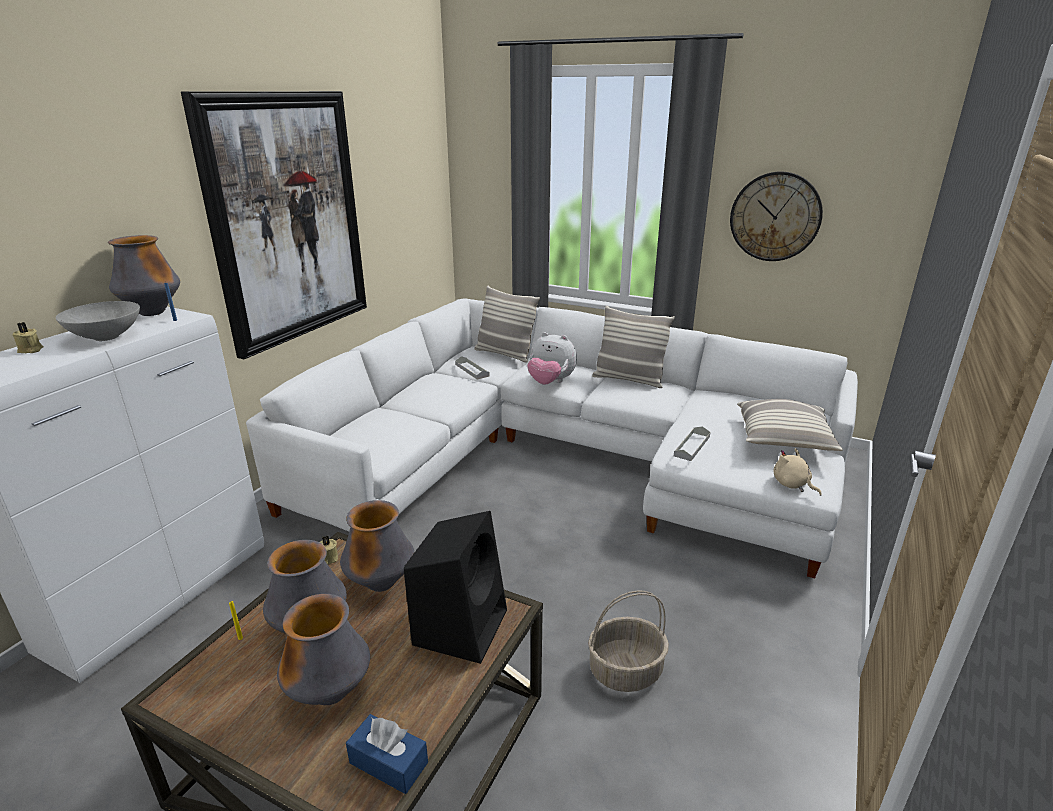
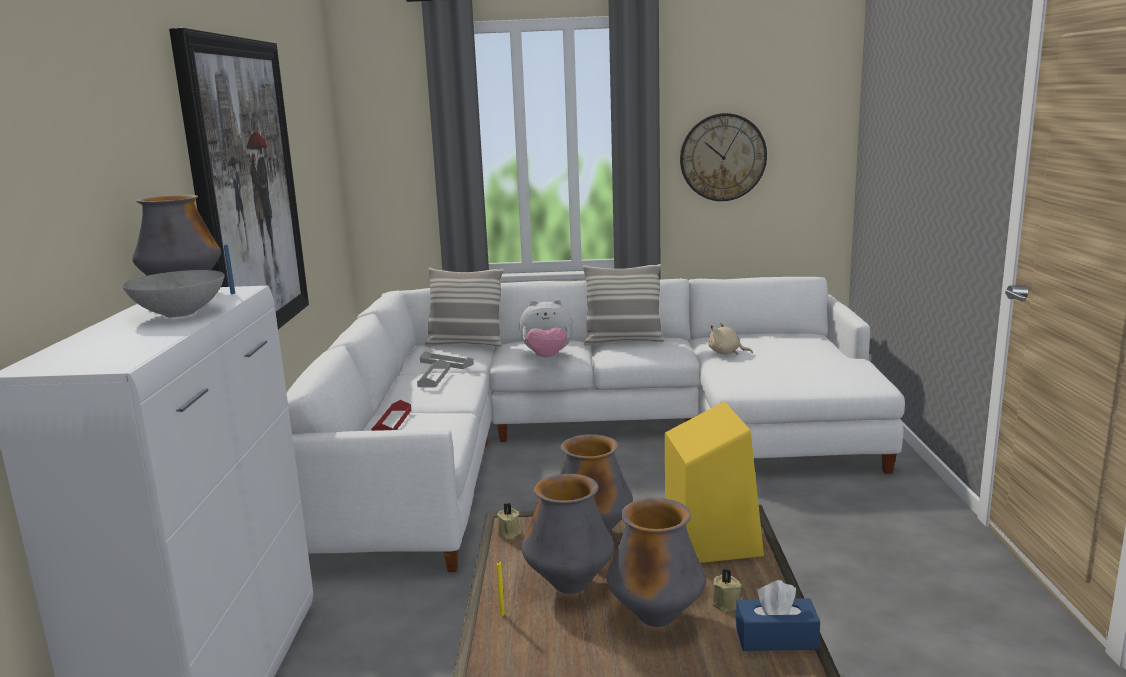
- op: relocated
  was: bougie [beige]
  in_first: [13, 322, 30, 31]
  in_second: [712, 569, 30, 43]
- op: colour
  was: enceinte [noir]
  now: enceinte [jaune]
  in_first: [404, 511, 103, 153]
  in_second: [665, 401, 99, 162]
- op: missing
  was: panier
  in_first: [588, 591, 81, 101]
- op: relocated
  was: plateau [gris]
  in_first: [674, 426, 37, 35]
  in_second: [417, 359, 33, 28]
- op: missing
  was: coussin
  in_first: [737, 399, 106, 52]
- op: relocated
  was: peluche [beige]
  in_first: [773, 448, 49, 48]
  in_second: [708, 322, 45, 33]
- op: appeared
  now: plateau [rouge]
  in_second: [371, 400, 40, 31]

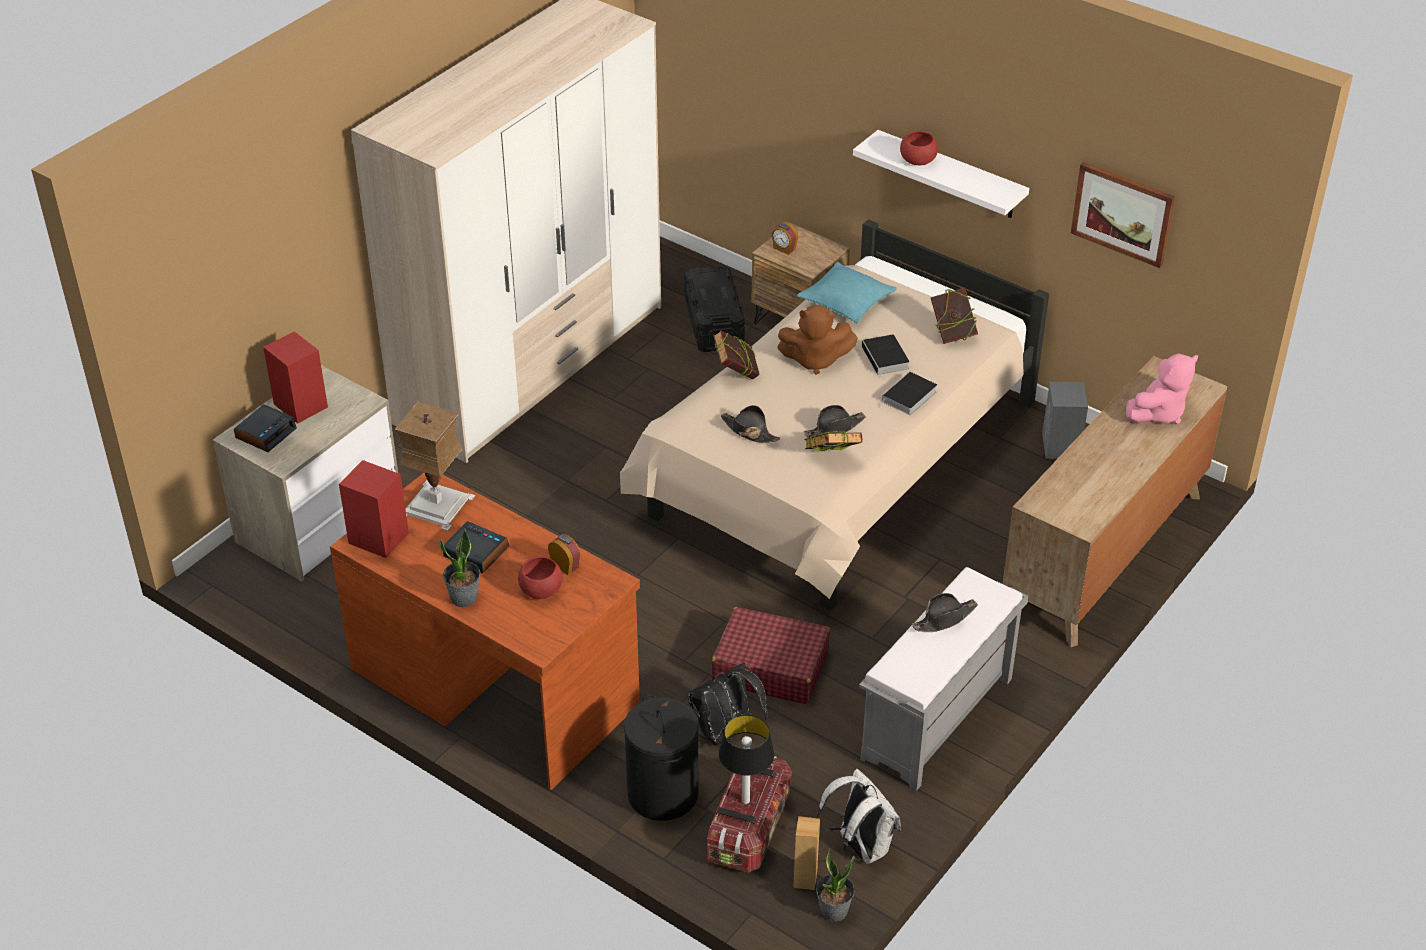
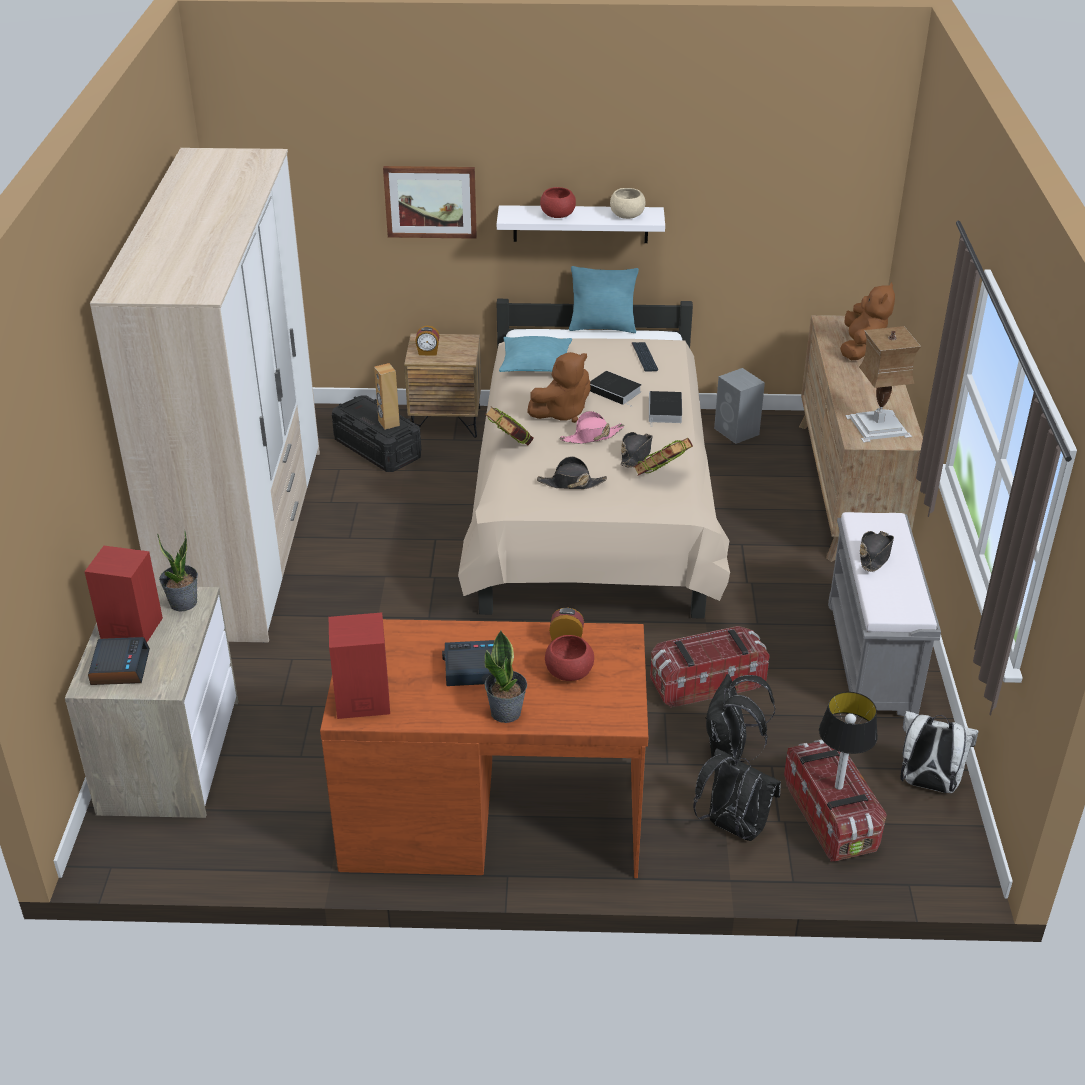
- op: relocated
  was: lampe de table
  in_first: [395, 402, 80, 129]
  in_second: [845, 326, 76, 117]
- op: exchanged
  was: panier à linge [noir]
  now: sac à dos [noir]
  in_first: [624, 695, 75, 126]
  in_second: [693, 748, 88, 93]
- op: exchanged
  was: valise [rouge]
  now: boîte de rangement
  in_first: [712, 607, 118, 97]
  in_second: [650, 626, 120, 82]
- op: relocated
  was: enceinte [marron]
  in_first: [793, 816, 27, 74]
  in_second: [374, 363, 26, 67]
- op: relocated
  was: plante en pot
  in_first: [816, 846, 39, 76]
  in_second: [157, 530, 41, 82]
- op: exchanged
  was: livre
  now: clavier
  in_first: [931, 288, 47, 56]
  in_second: [632, 342, 26, 30]
- op: relocated
  was: tableau
  in_first: [1071, 162, 104, 106]
  in_second: [383, 166, 94, 73]
- op: colour
  was: peluche [rose]
  now: peluche [marron]
  in_first: [1126, 353, 72, 71]
  in_second: [840, 282, 55, 78]
- op: appeared
  now: chapeau [rose]
  in_second: [560, 411, 64, 33]
- op: appeared
  now: coussin [turquoise]
  in_second: [569, 266, 70, 67]
- op: appeared
  now: bol [beige]
  in_second: [610, 188, 36, 31]

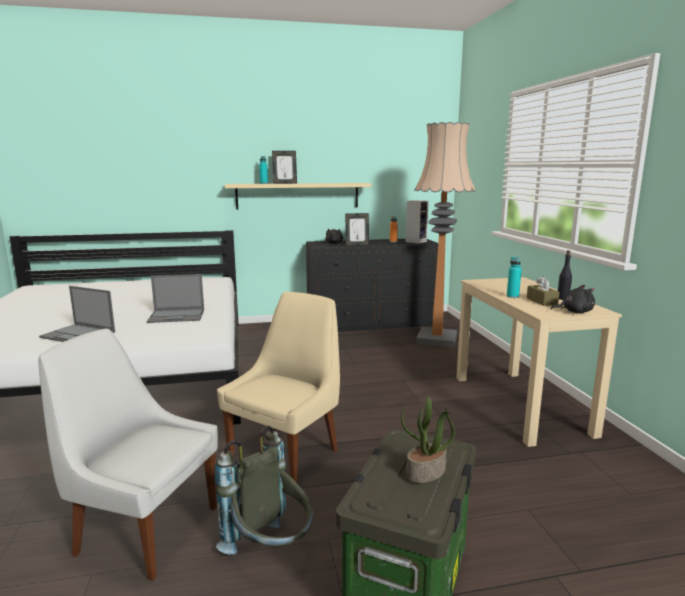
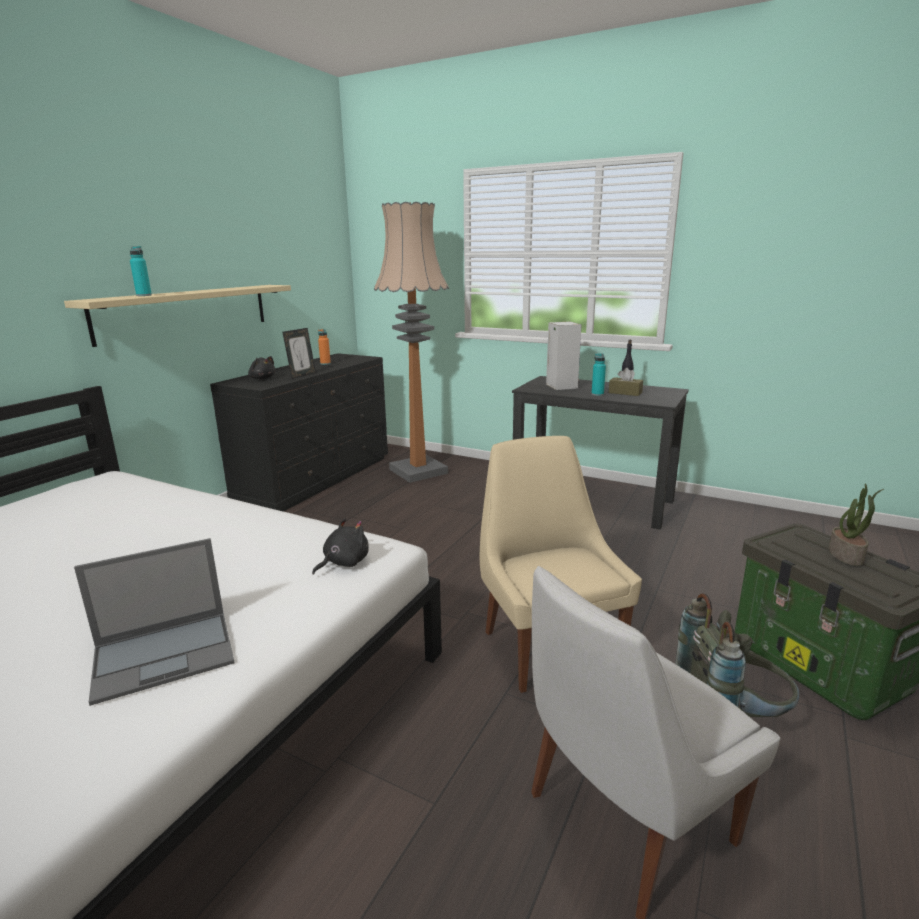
- op: missing
  was: ordinateur portable
  in_first: [147, 274, 57, 49]
- op: missing
  was: cadre photo
  in_first: [272, 151, 25, 33]
- op: relocated
  was: enceinte
  in_first: [406, 200, 23, 43]
  in_second: [546, 322, 36, 68]
- op: colour
  was: bureau [beige]
  now: bureau [noir]
  in_first: [456, 277, 166, 170]
  in_second: [512, 376, 177, 153]
- op: relocated
  was: peluche [noir]
  in_first: [550, 285, 45, 28]
  in_second: [312, 518, 57, 57]

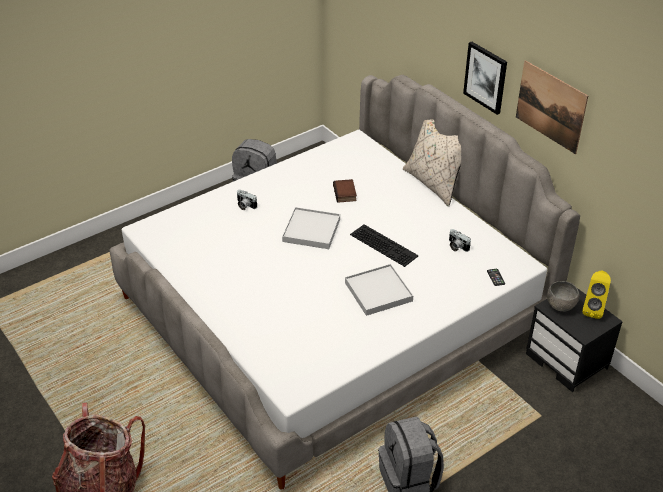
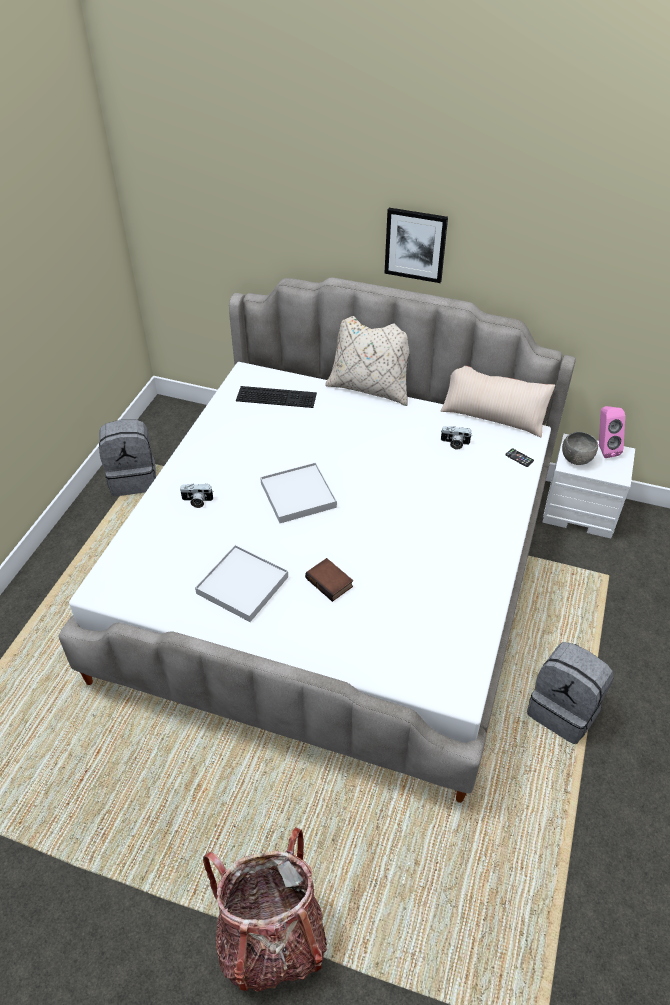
- op: relocated
  was: livre
  in_first: [333, 179, 24, 24]
  in_second: [305, 558, 48, 44]
- op: relocated
  was: plateau [blanc]
  in_first: [345, 264, 68, 52]
  in_second: [195, 545, 93, 77]
- op: relocated
  was: clavier
  in_first: [350, 224, 69, 43]
  in_second: [236, 386, 81, 22]
- op: missing
  was: tableau
  in_first: [516, 60, 72, 94]
- op: colour
  was: table de chevet [noir]
  now: table de chevet [blanc]
  in_first: [526, 288, 97, 104]
  in_second: [542, 434, 93, 105]
- op: colour
  was: enceinte [jaune]
  now: enceinte [rose]
  in_first: [582, 271, 29, 48]
  in_second: [599, 406, 26, 52]
- op: appeared
  now: coussin [beige]
  in_second: [441, 366, 114, 71]

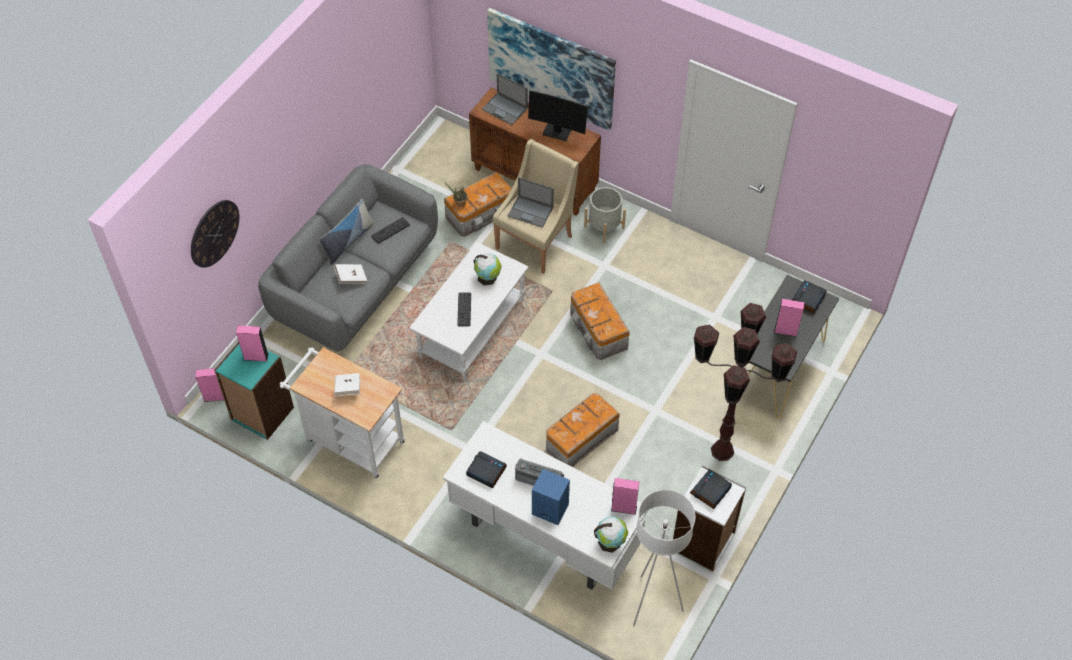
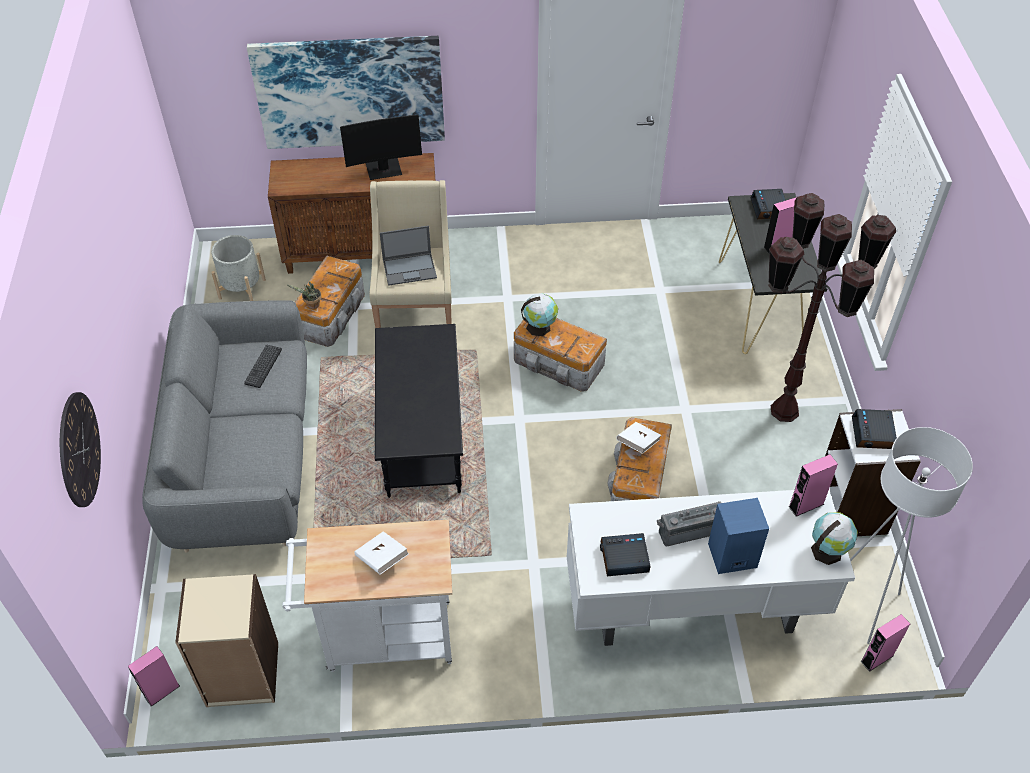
- op: colour
  was: bibliothèque [turquoise]
  now: bibliothèque [beige]
  in_first: [214, 342, 80, 98]
  in_second: [175, 574, 103, 133]
- op: relocated
  was: enceinte [rose]
  in_first: [236, 325, 33, 37]
  in_second: [860, 614, 50, 58]
- op: missing
  was: coussin
  in_first: [319, 199, 55, 66]
- op: relocated
  was: livre [blanc]
  in_first: [334, 264, 33, 20]
  in_second: [616, 422, 45, 32]
- op: colour
  was: table basse [blanc]
  now: table basse [noir]
  in_first: [409, 242, 120, 138]
  in_second: [375, 324, 88, 174]
- op: missing
  was: clavier
  in_first: [457, 293, 14, 33]
- op: relocated
  was: globe
  in_first: [474, 253, 27, 32]
  in_second: [521, 293, 37, 43]
- op: missing
  was: ordinateur portable
  in_first: [482, 73, 46, 52]
- op: relocated
  was: cache-pot [gris]
  in_first: [584, 187, 42, 56]
  in_second: [211, 235, 55, 66]

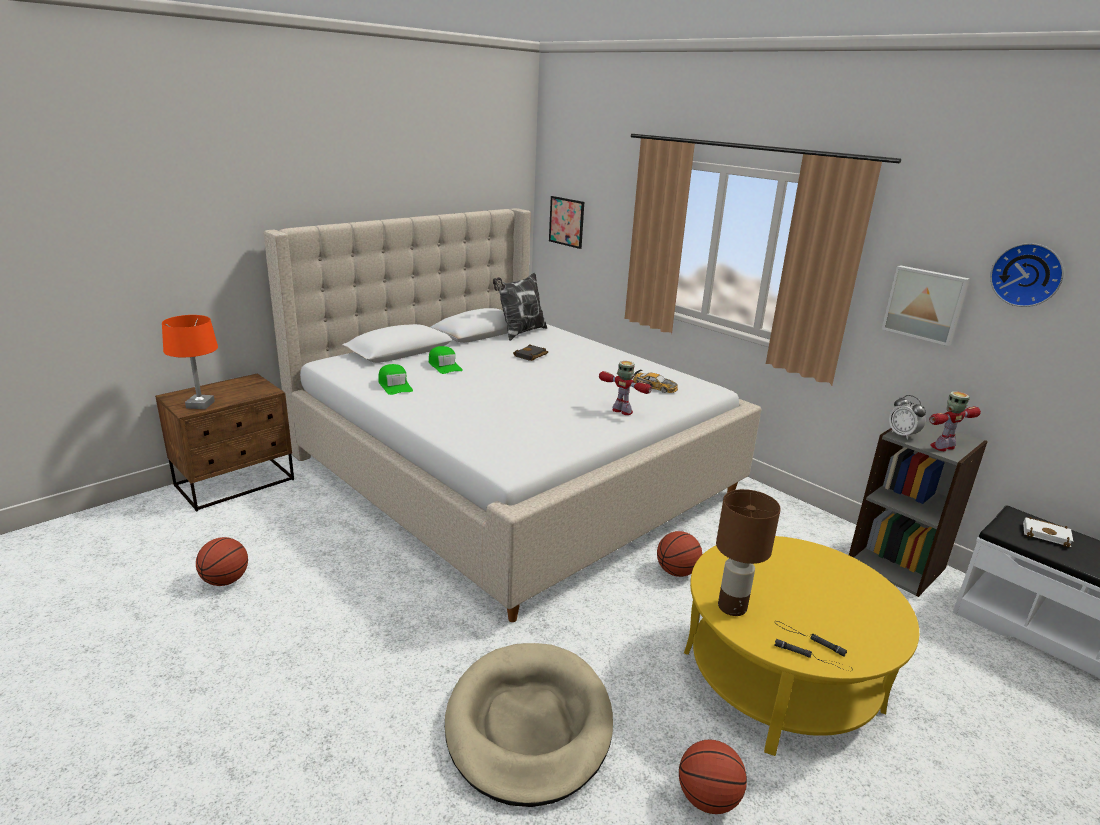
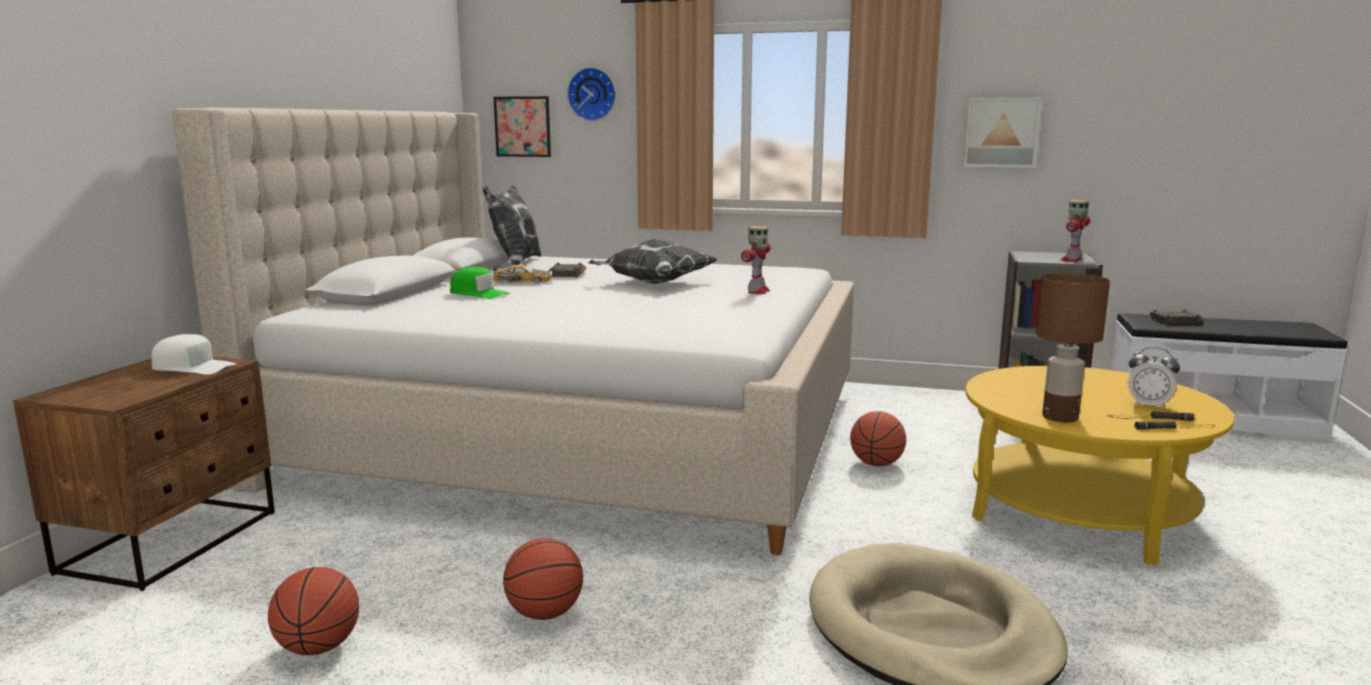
- op: missing
  was: lampe de table [orange]
  in_first: [162, 315, 56, 94]
- op: missing
  was: casquette [vert]
  in_first: [379, 364, 34, 31]
- op: spun
  was: robot jouet
  in_first: [599, 361, 53, 54]
  in_second: [741, 226, 30, 68]
  clockwise: 105
- op: relocated
  was: petite voiture
  in_first: [633, 369, 45, 24]
  in_second: [493, 265, 60, 19]
- op: relocated
  was: ballon de basket
  in_first: [679, 739, 68, 75]
  in_second: [503, 538, 80, 82]
- op: relocated
  was: réveil
  in_first: [889, 395, 37, 45]
  in_second: [1128, 347, 52, 63]
- op: relocated
  was: horloge murale
  in_first: [990, 243, 74, 64]
  in_second: [567, 67, 49, 54]
- op: colour
  was: livre [blanc]
  now: livre [noir]
  in_first: [1023, 517, 50, 30]
  in_second: [1150, 309, 53, 15]
- op: appeared
  now: casquette [blanc]
  in_second: [151, 334, 85, 41]
- op: appeared
  now: coussin
  in_second: [589, 239, 128, 45]

